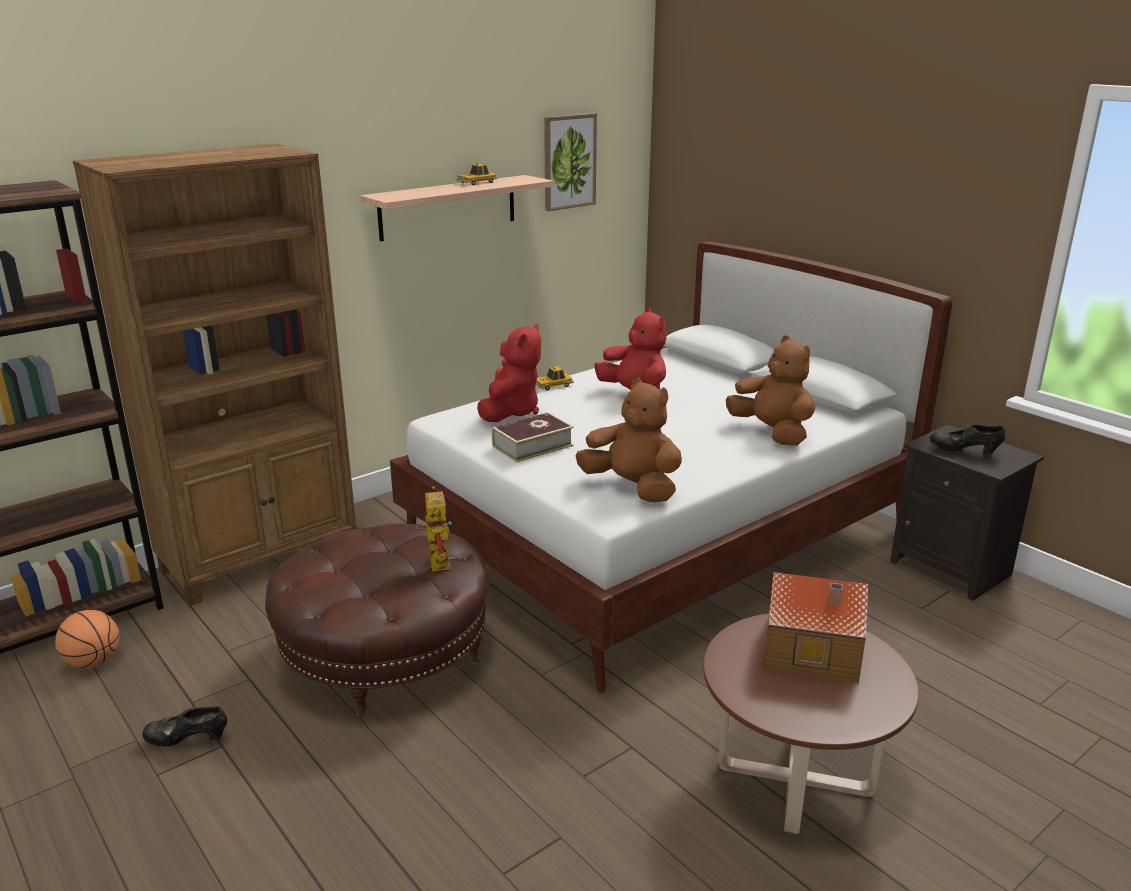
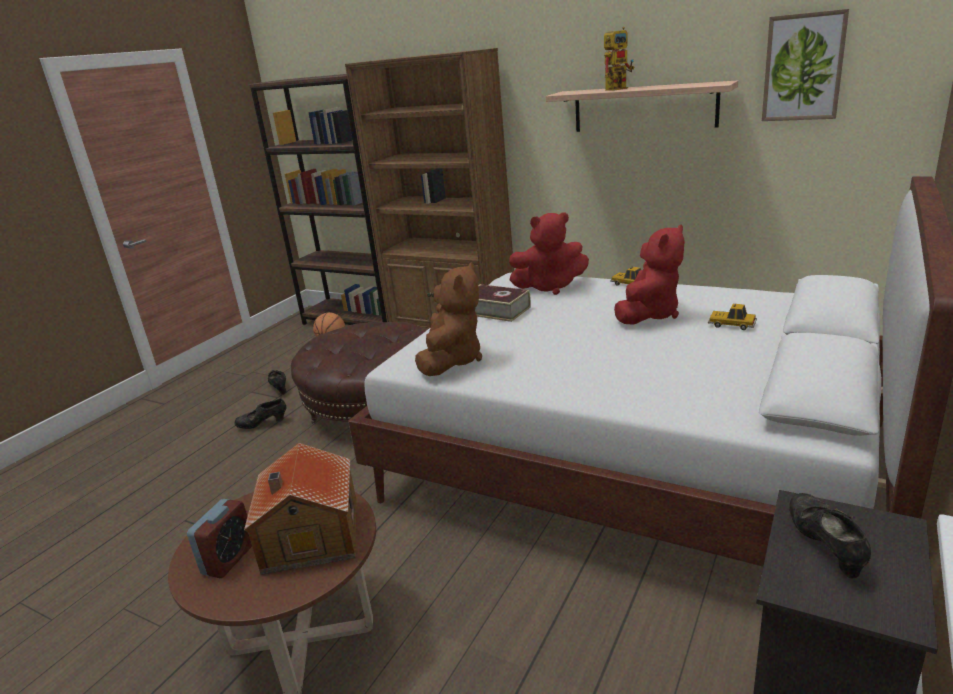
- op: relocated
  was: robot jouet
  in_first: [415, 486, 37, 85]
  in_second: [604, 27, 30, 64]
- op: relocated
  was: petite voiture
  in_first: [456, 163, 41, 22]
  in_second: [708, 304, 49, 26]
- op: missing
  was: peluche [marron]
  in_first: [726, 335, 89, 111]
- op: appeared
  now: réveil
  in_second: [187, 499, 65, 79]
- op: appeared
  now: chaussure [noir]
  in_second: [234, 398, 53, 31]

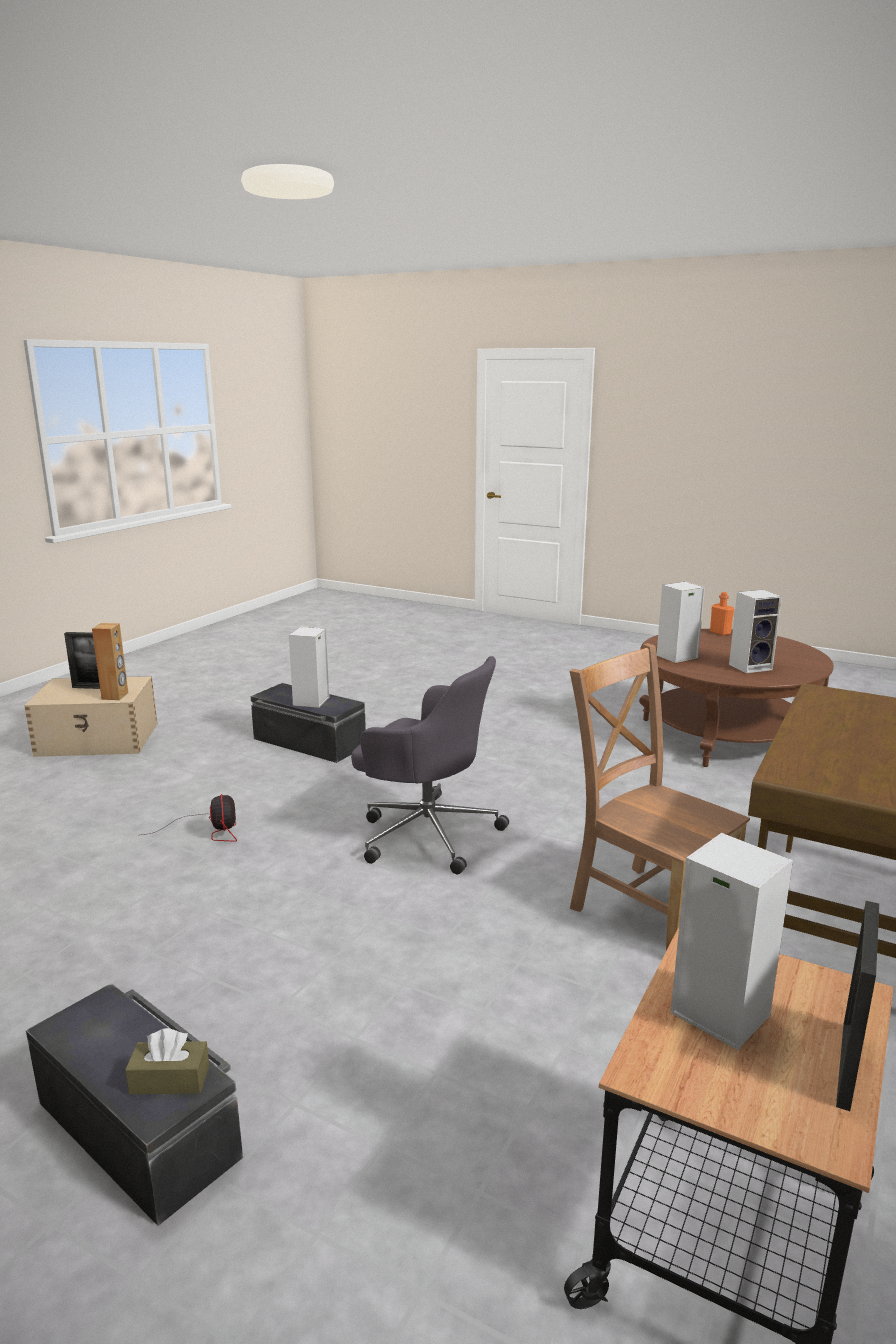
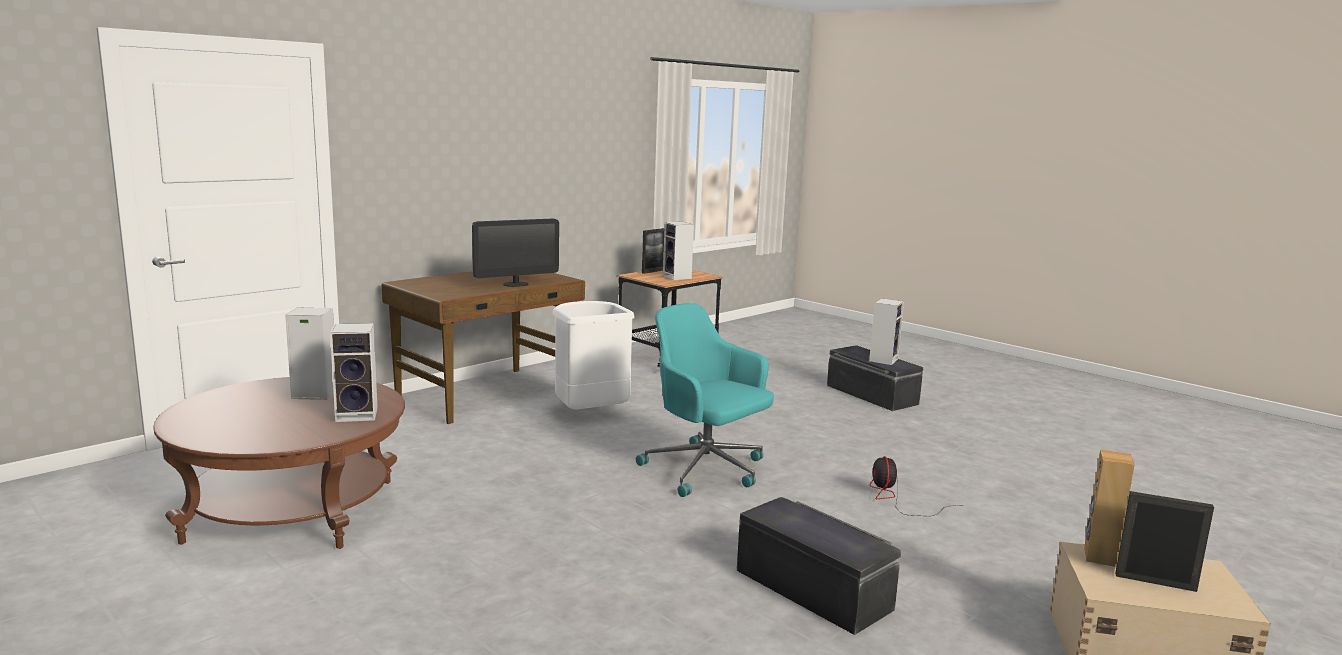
- op: missing
  was: boîte à mouchoirs [marron]
  in_first: [125, 1028, 84, 66]
- op: relocated
  was: enceinte
  in_first: [289, 627, 41, 81]
  in_second: [869, 298, 35, 67]
- op: colour
  was: chaise de bureau [gris]
  now: chaise de bureau [turquoise]
  in_first: [351, 656, 158, 218]
  in_second: [636, 303, 138, 194]
- op: exchanged
  was: chaise [marron]
  now: poubelle [blanc]
  in_first: [570, 643, 180, 308]
  in_second: [553, 301, 82, 109]
- op: missing
  was: bouteille [orange]
  in_first: [710, 592, 24, 44]
- op: appeared
  now: écran d'ordinateur
  in_second: [472, 219, 87, 68]

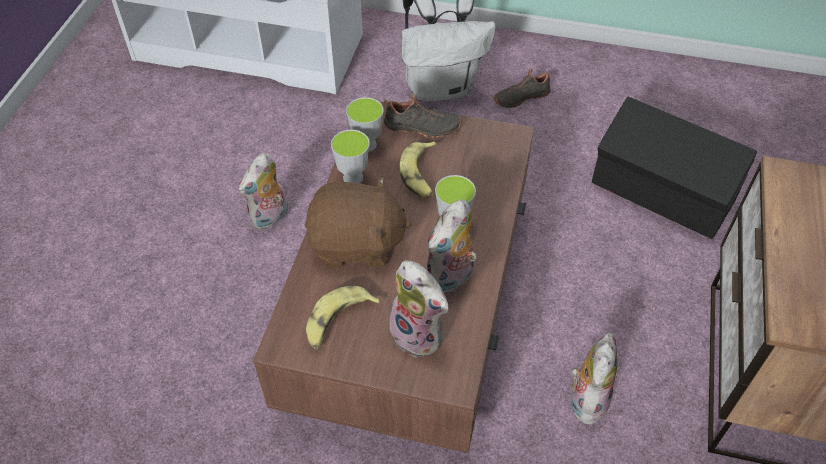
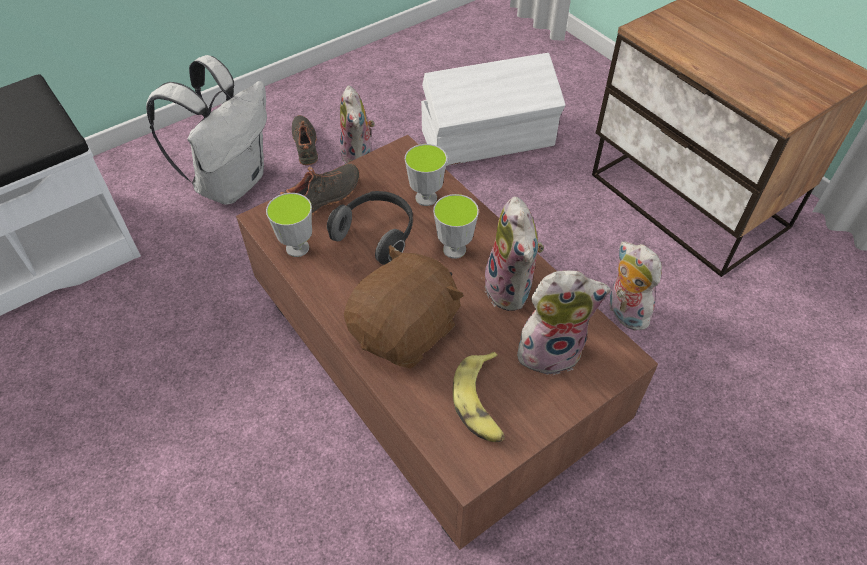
- op: relocated
  was: peluche
  in_first: [238, 153, 50, 77]
  in_second: [340, 86, 35, 79]
- op: relocated
  was: tasse
  in_first: [331, 130, 39, 53]
  in_second: [405, 144, 42, 62]
- op: exchanged
  was: banane
  now: casque audio
  in_first: [399, 141, 38, 57]
  in_second: [327, 191, 86, 74]
- op: spun
  was: chaussure [noir]
  in_first: [494, 68, 58, 40]
  in_second: [292, 115, 26, 50]
  clockwise: 150
- op: colour
  was: boîte de rangement [noir]
  now: boîte de rangement [blanc]
  in_first: [592, 97, 165, 142]
  in_second: [421, 53, 145, 113]

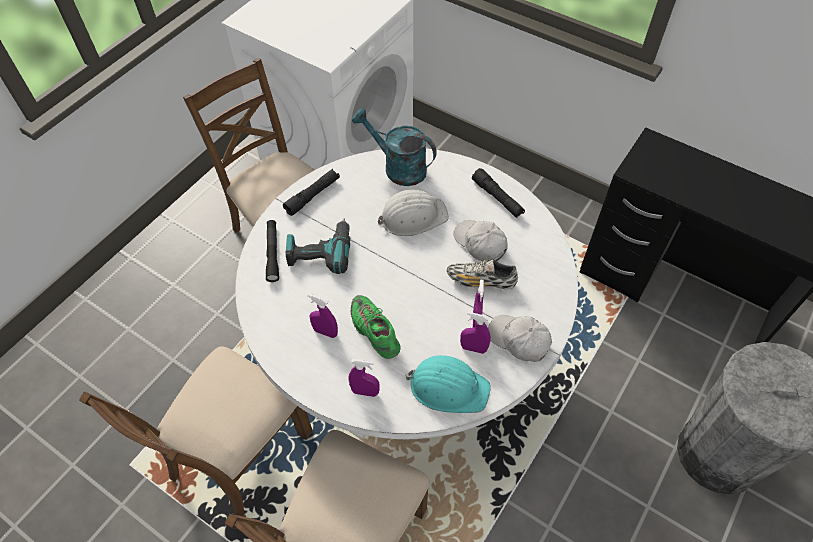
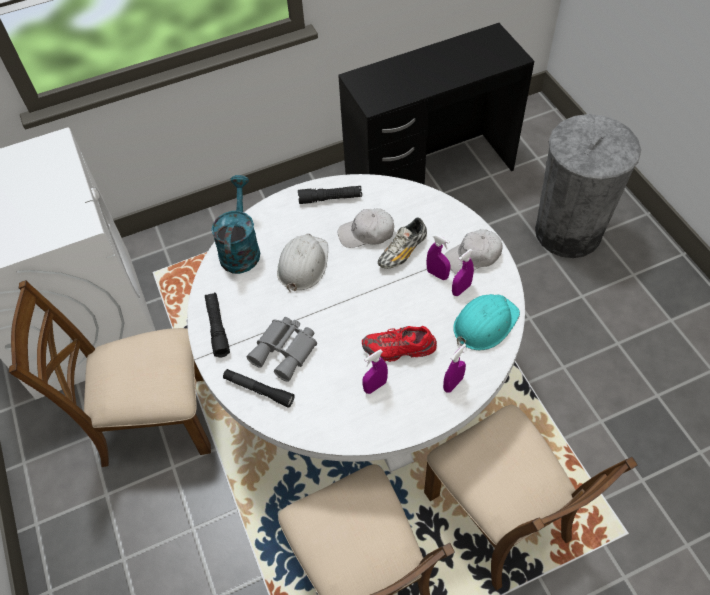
- op: exchanged
  was: perceuse
  now: jumelles [gris]
  in_first: [286, 219, 64, 55]
  in_second: [247, 317, 70, 65]
- op: colour
  was: chaussure [vert]
  now: chaussure [rouge]
  in_first: [351, 295, 50, 64]
  in_second: [362, 326, 75, 36]
- op: spun
  was: arrosoir [turquoise]
  in_first: [352, 108, 85, 78]
  in_second: [211, 175, 49, 99]
  clockwise: 120

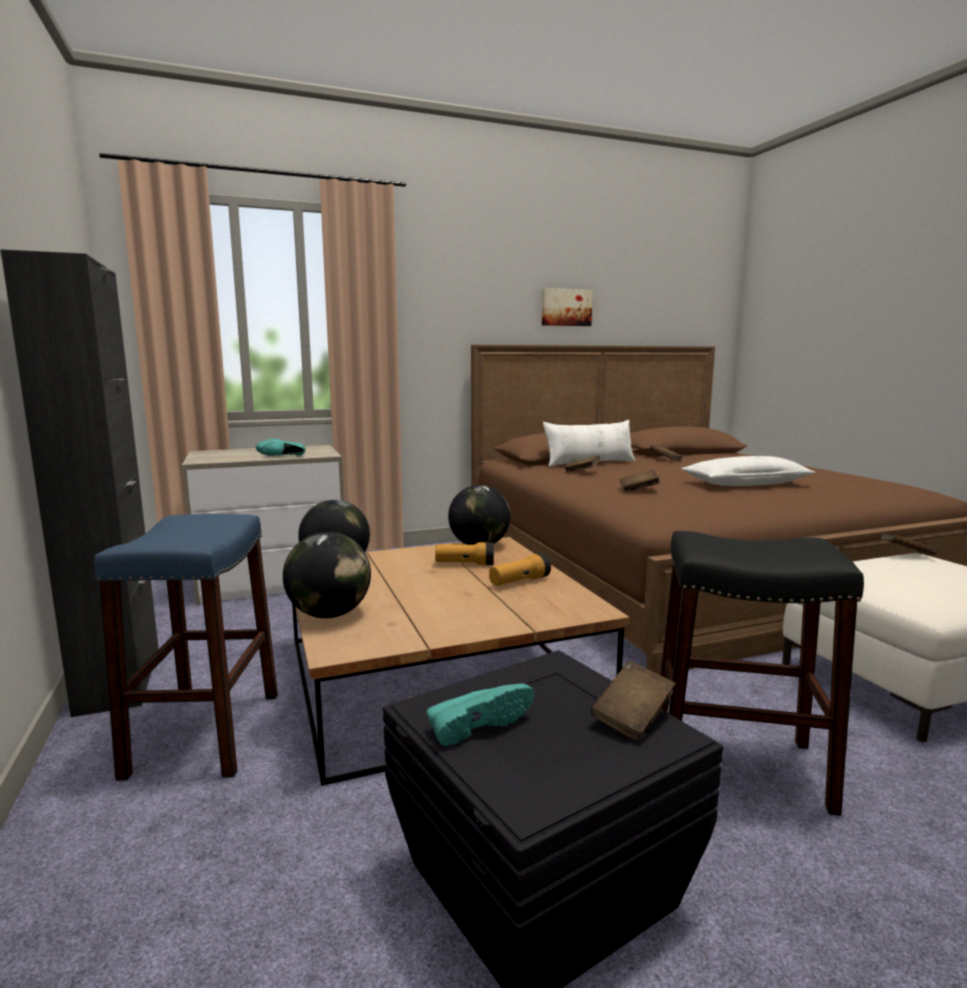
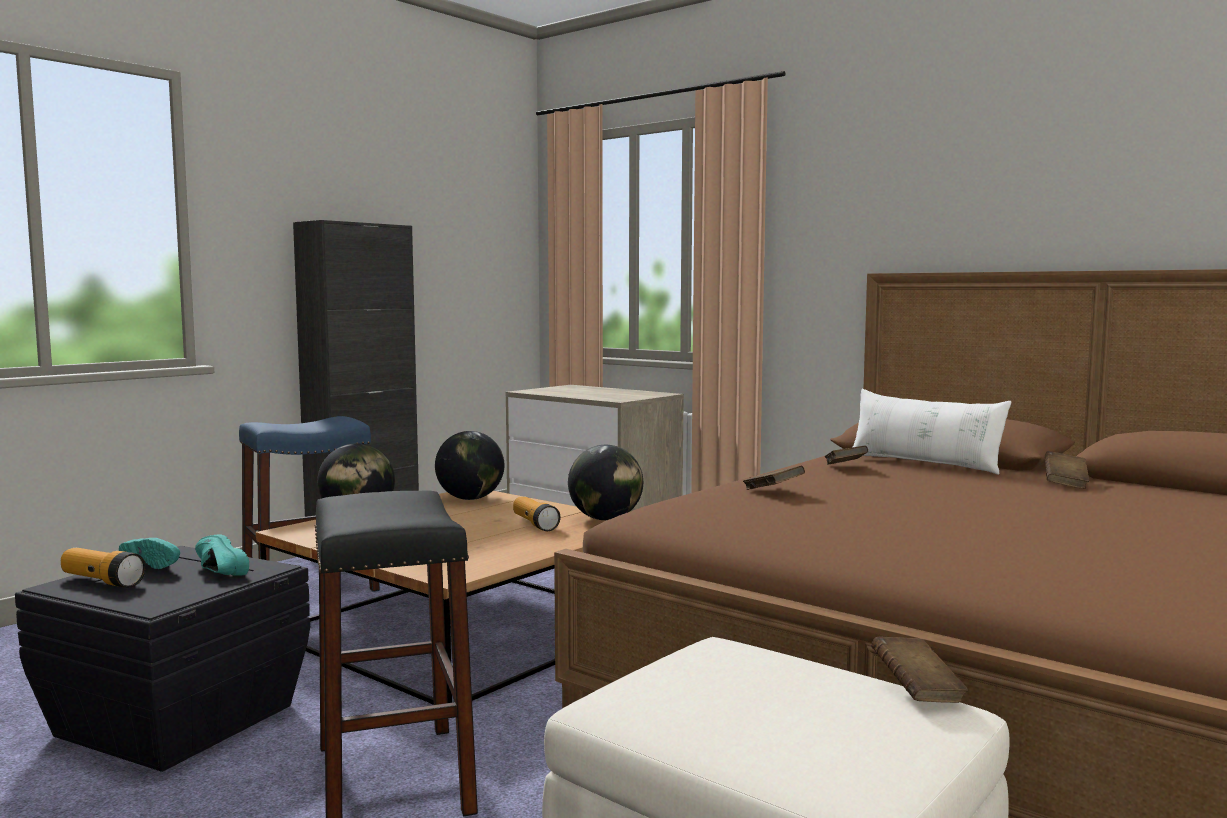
- op: relocated
  was: chaussure [turquoise]
  in_first: [256, 438, 49, 18]
  in_second: [195, 534, 54, 42]
- op: relocated
  was: lampe de poche
  in_first: [489, 553, 62, 33]
  in_second: [61, 548, 85, 40]
- op: missing
  was: tableau
  in_first: [542, 288, 51, 38]
- op: missing
  was: livre [marron]
  in_first: [590, 661, 86, 80]
- op: missing
  was: coussin [blanc]
  in_first: [681, 456, 135, 30]

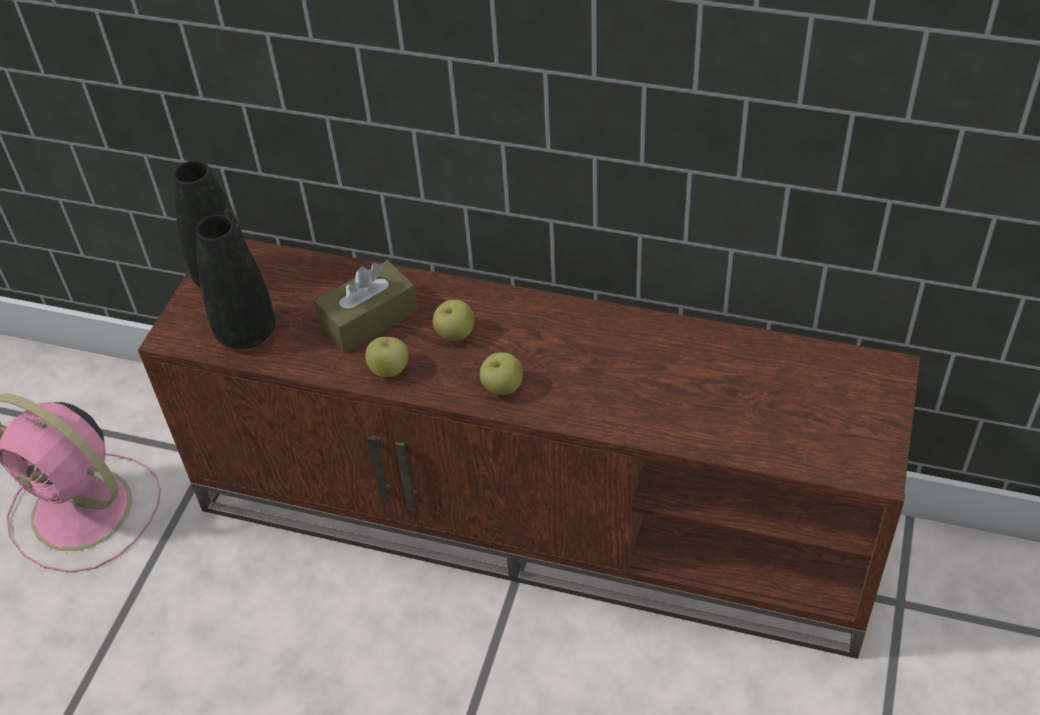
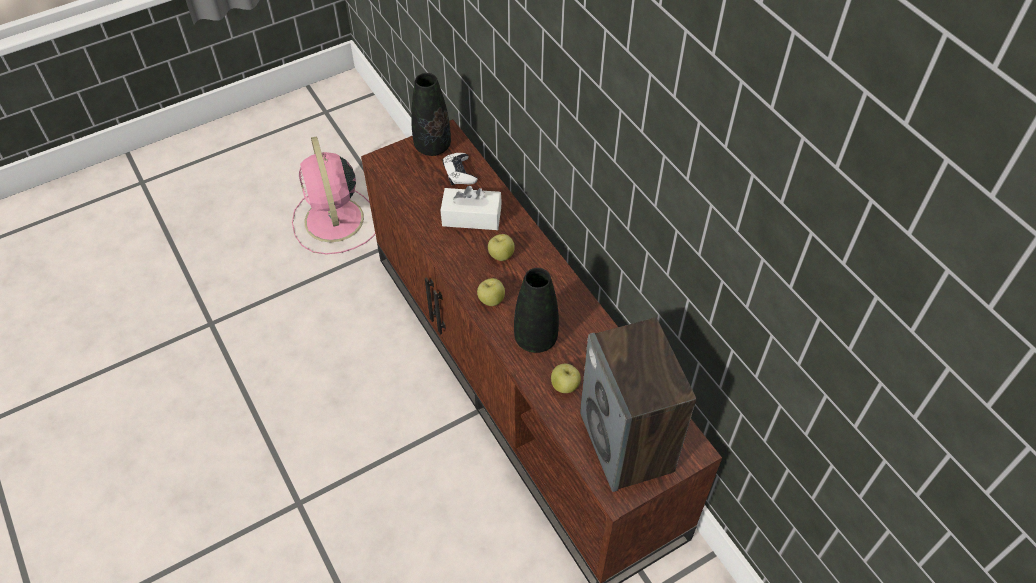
- op: relocated
  was: vase [noir]
  in_first: [196, 215, 79, 134]
  in_second: [514, 268, 45, 85]
- op: colour
  was: boîte à mouchoirs [marron]
  now: boîte à mouchoirs [blanc]
  in_first: [314, 260, 104, 93]
  in_second: [441, 186, 61, 44]
- op: relocated
  was: pomme
  in_first: [365, 337, 44, 40]
  in_second: [551, 364, 30, 29]
- op: appeared
  now: manette [blanc]
  in_second: [443, 153, 35, 32]
- op: appeared
  now: enceinte
  in_second: [580, 318, 116, 174]

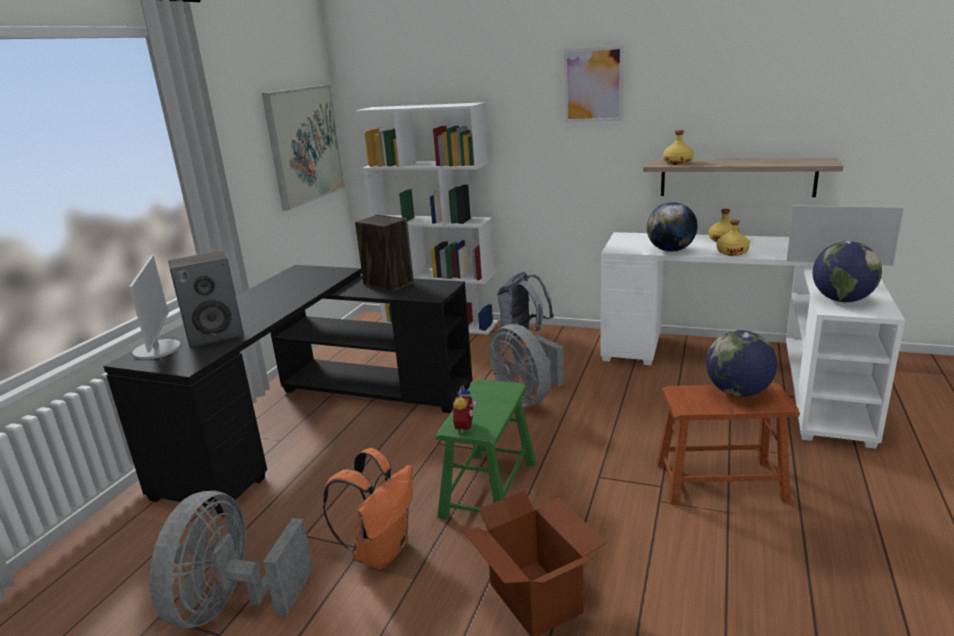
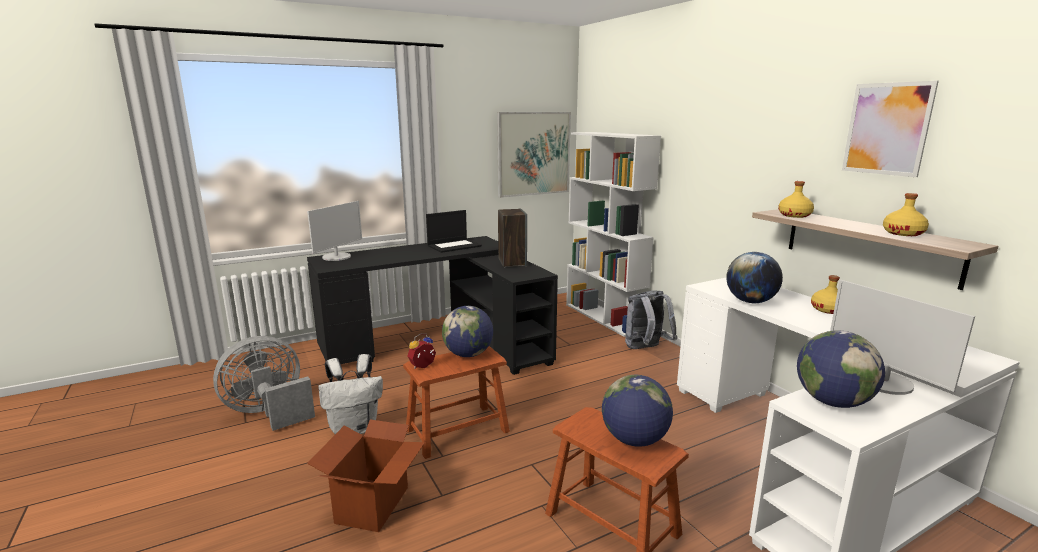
- op: missing
  was: enceinte
  in_first: [168, 251, 76, 97]
- op: colour
  was: sac à dos [orange]
  now: sac à dos [blanc]
  in_first: [323, 448, 90, 121]
  in_second: [319, 354, 64, 80]
- op: colour
  was: tabouret [vert]
  now: tabouret [marron]
  in_first: [436, 379, 101, 140]
  in_second: [403, 346, 107, 113]
- op: missing
  was: ventilateur [gris]
  in_first: [489, 324, 75, 83]
- op: relocated
  was: tableau
  in_first: [564, 45, 60, 77]
  in_second: [842, 81, 97, 96]
- op: relocated
  was: bouteille [jaune]
  in_first: [716, 219, 34, 37]
  in_second: [883, 193, 46, 43]
- op: appeared
  now: ordinateur portable
  in_second: [426, 210, 56, 43]
- op: appeared
  now: globe
  in_second: [442, 306, 51, 51]

